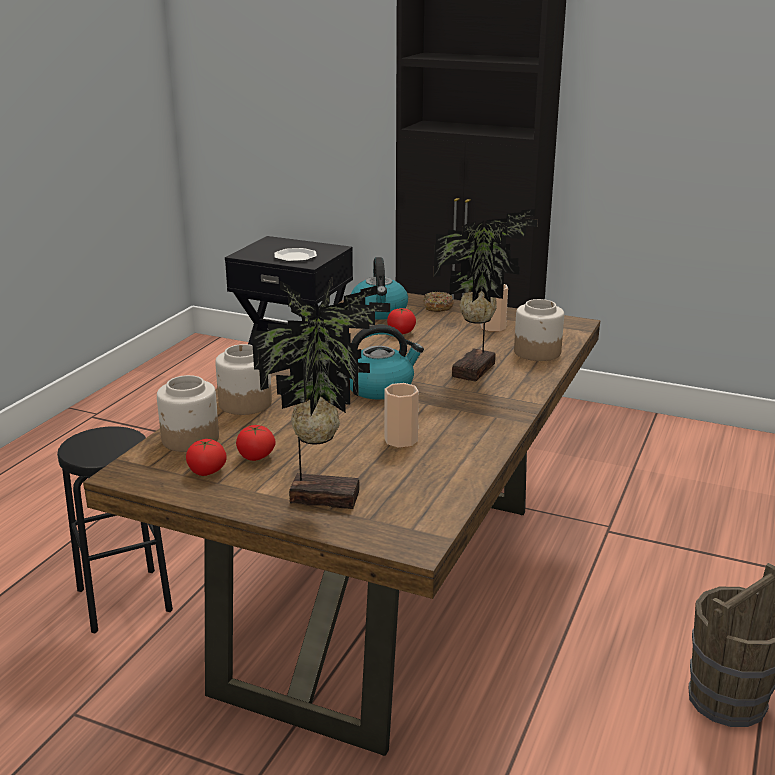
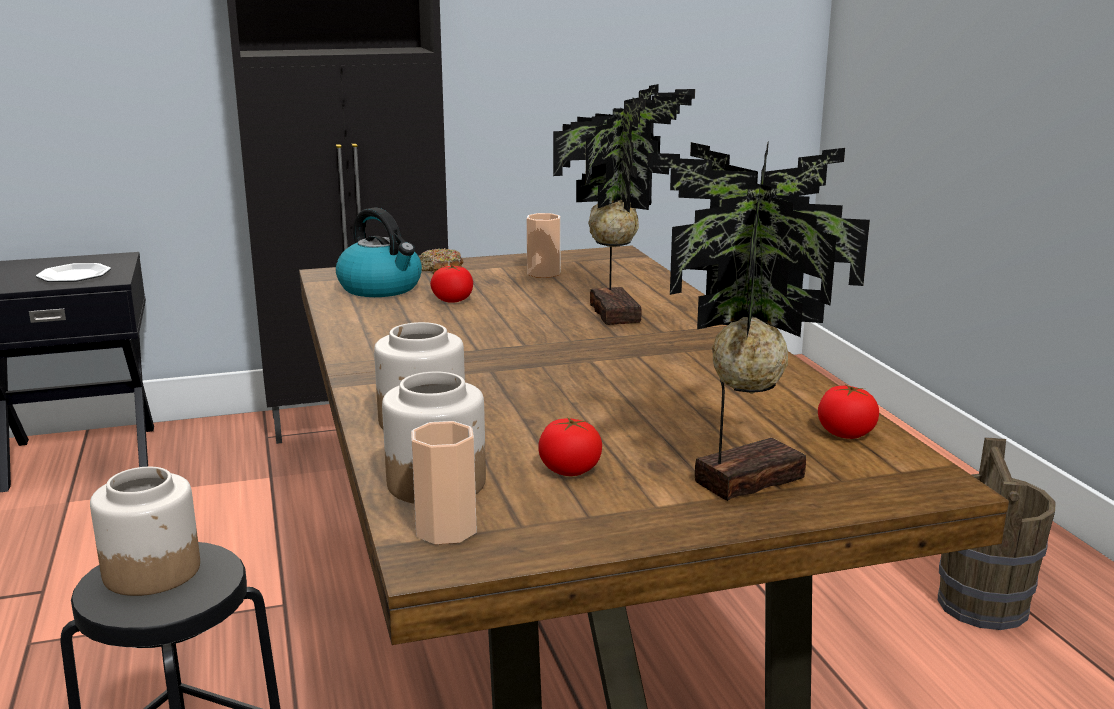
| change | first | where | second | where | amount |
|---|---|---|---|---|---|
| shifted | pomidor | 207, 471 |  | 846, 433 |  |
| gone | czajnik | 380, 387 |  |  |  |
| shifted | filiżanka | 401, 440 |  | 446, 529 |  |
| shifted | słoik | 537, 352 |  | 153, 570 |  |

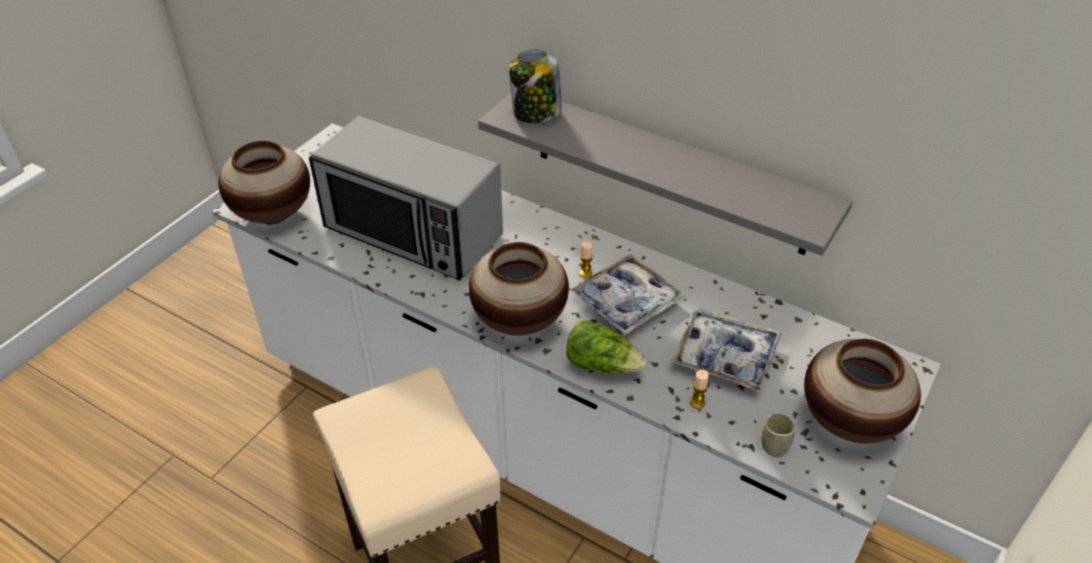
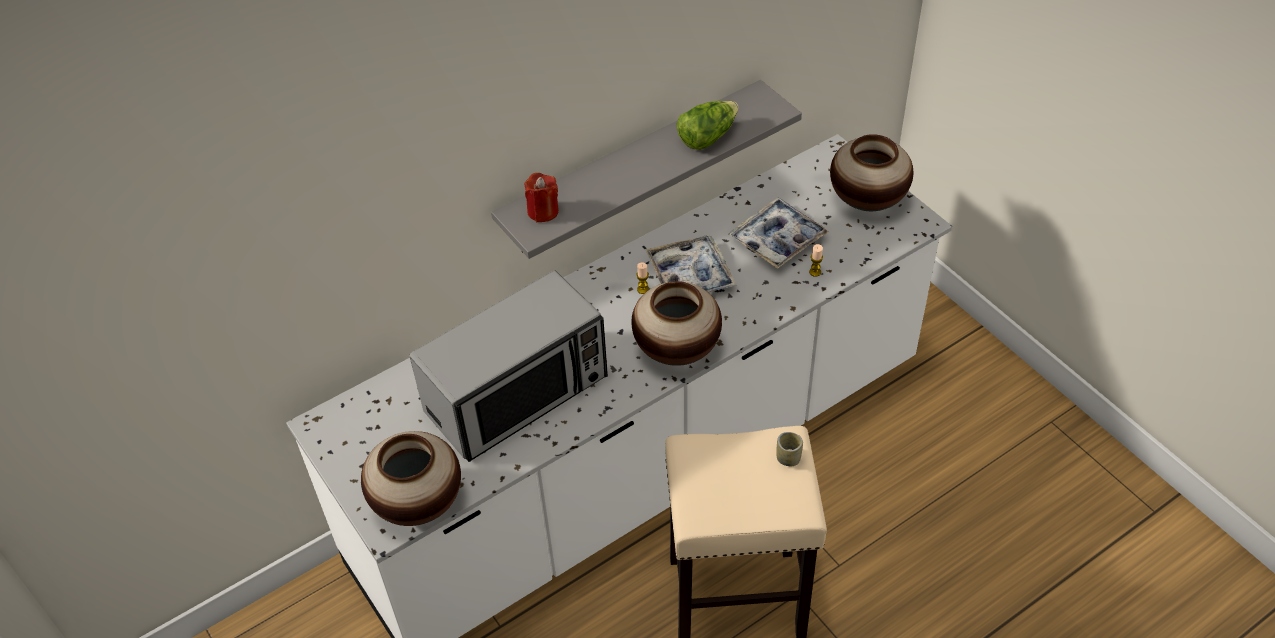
| change | first | where | second | where | amount |
|---|---|---|---|---|---|
| swapped | słoik | 536, 113 | świeca [czerwony] | 543, 211 |  |
| shifted | sałata | 602, 364 |  | 707, 136 |  |
| shifted | filiżanka | 774, 446 |  | 788, 458 |  |

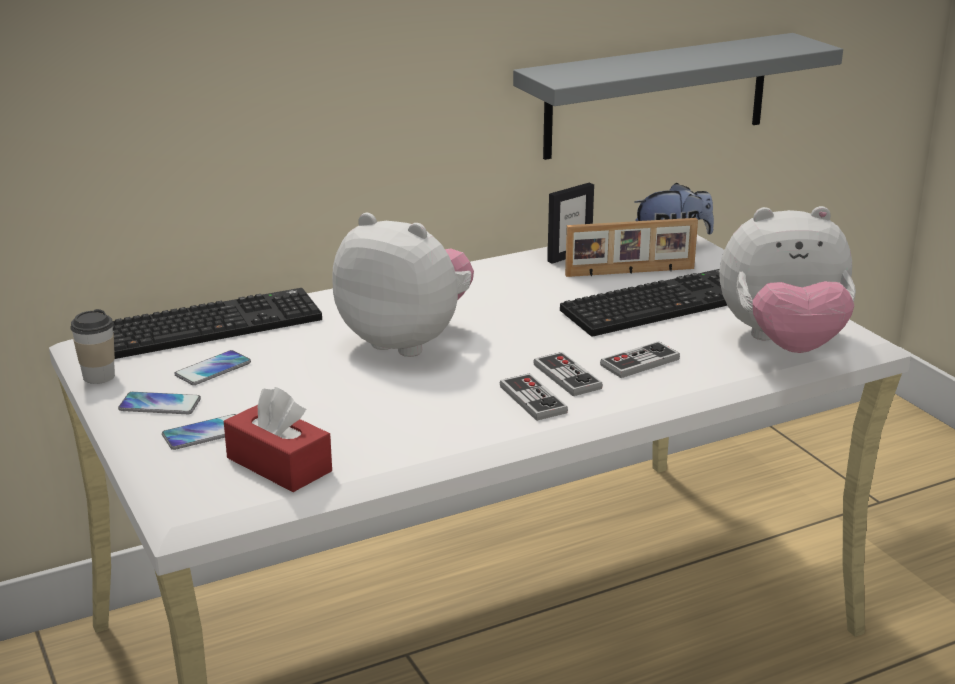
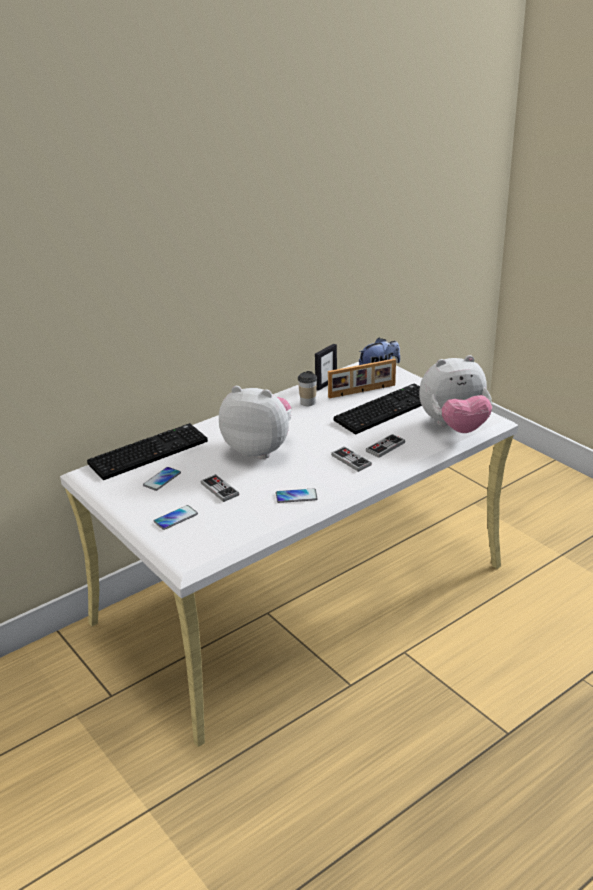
| change | first | where | second | where | amount |
|---|---|---|---|---|---|
| shifted | filiżanka | 99, 376 |  | 308, 402 |  |
| shifted | telefon | 160, 405 |  | 296, 496 |  |
| gone | pudełko chusteczek [czerwony] | 279, 464 |  |  |  |
| shifted | pad do gier | 533, 399 |  | 219, 489 |  |
| gone | półka [szary] | 657, 95 |  |  |  |

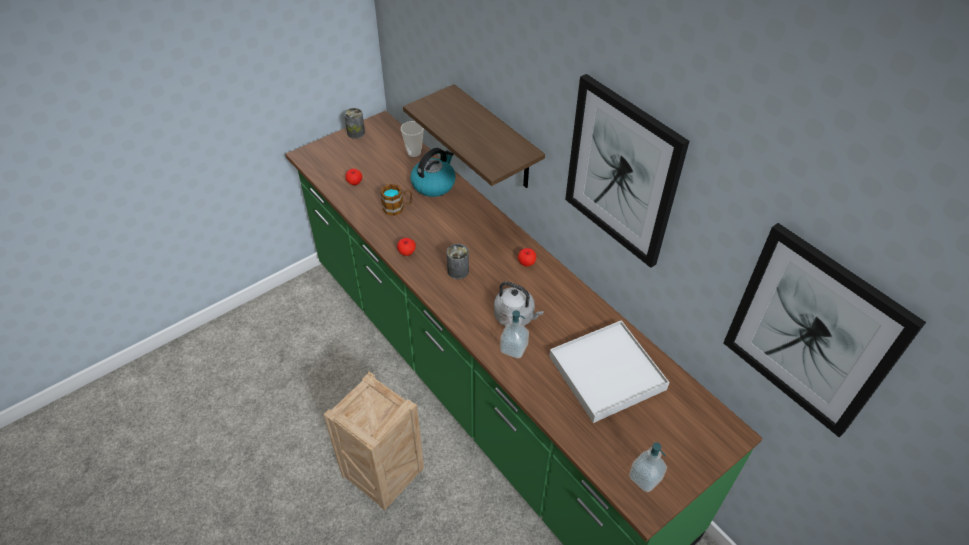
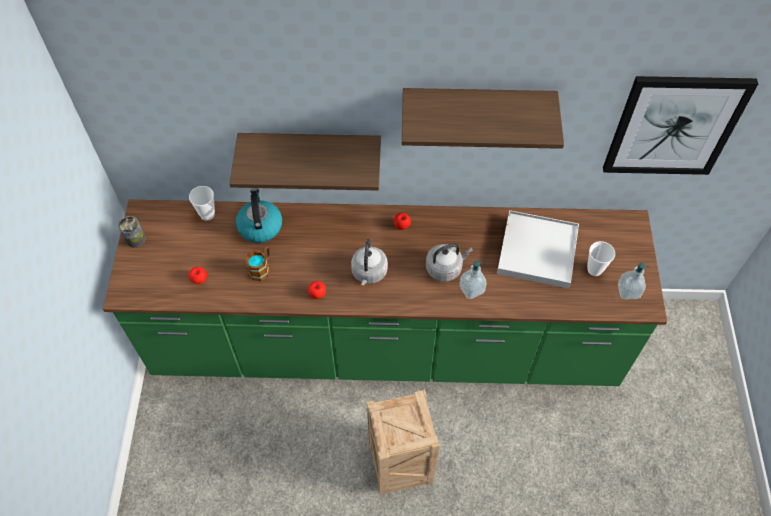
| change | first | where | second | where | amount |
|---|---|---|---|---|---|
| swapped | puszka | 458, 271 | czajnik [szary] | 369, 273 |  |
| swapped | obraz | 622, 172 | półka | 477, 110 |  |
| new |  |  | filiżanka | 594, 270 |  |

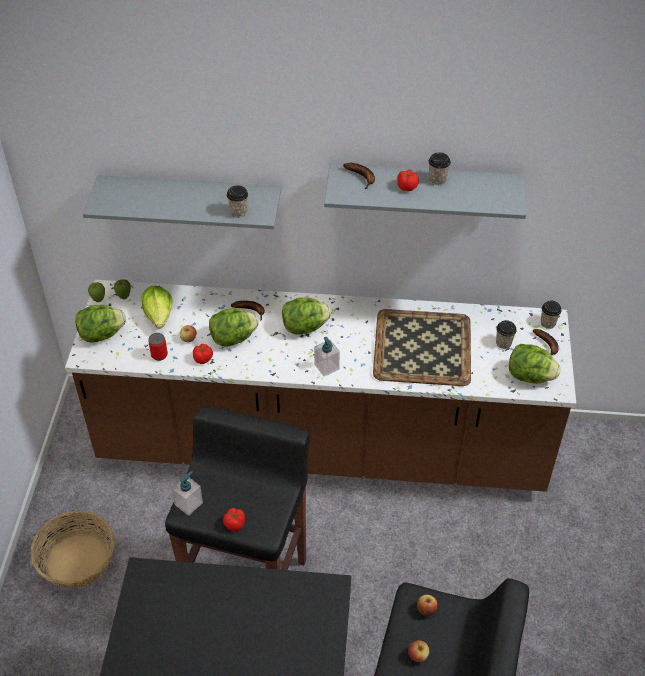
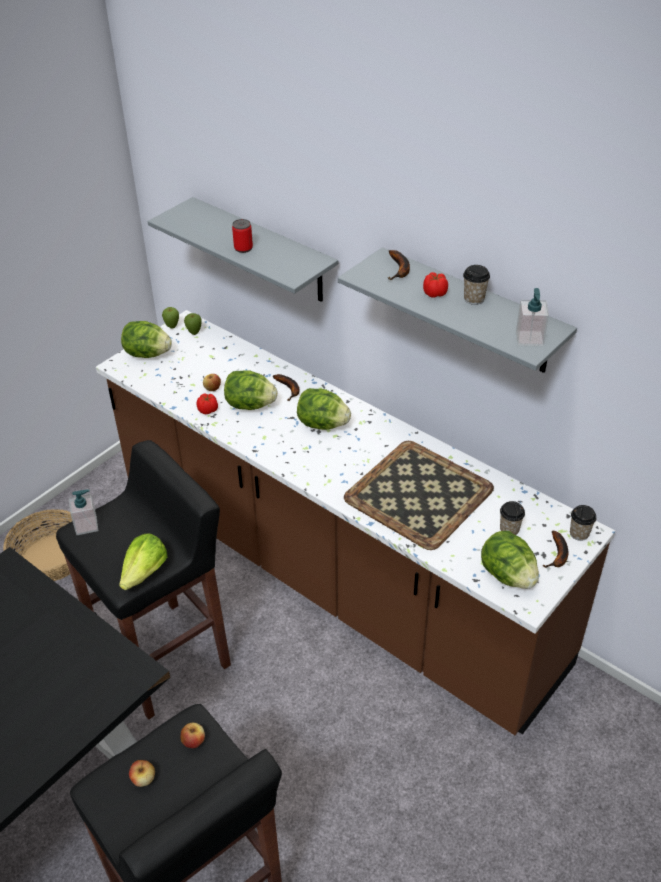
| change | first | where | second | where | amount |
|---|---|---|---|---|---|
| shifted | sałata | 159, 316 |  | 145, 573 |  |
| shifted | puszka | 159, 355 |  | 243, 248 |  |
| gone | pomidor | 235, 524 |  |  |  |
| gone | filiżanka | 238, 212 |  |  |  |
| shifted | dozownik mydła | 327, 367 |  | 529, 338 |  |

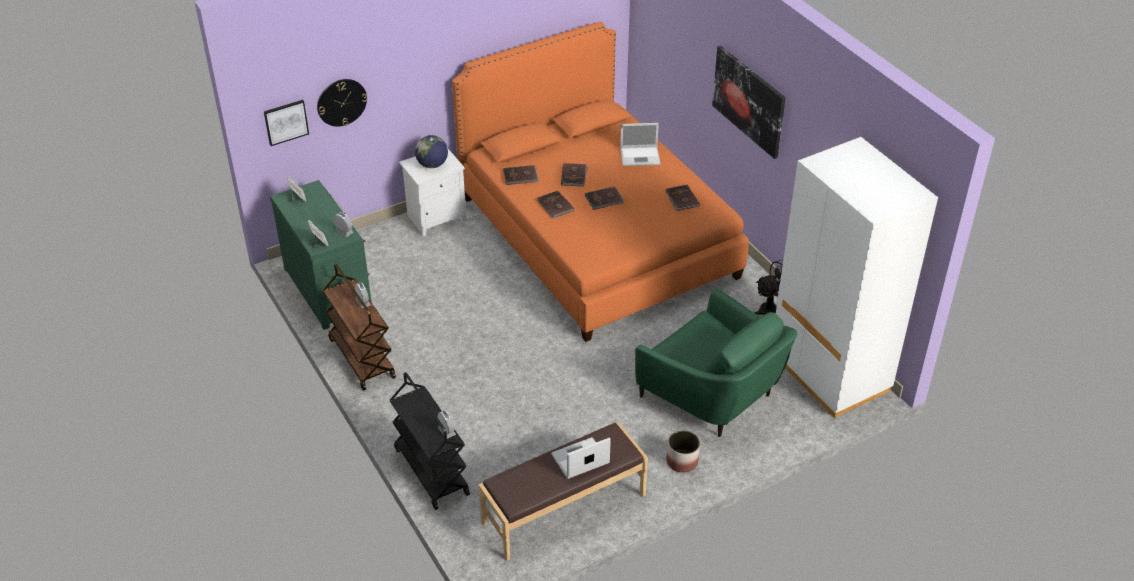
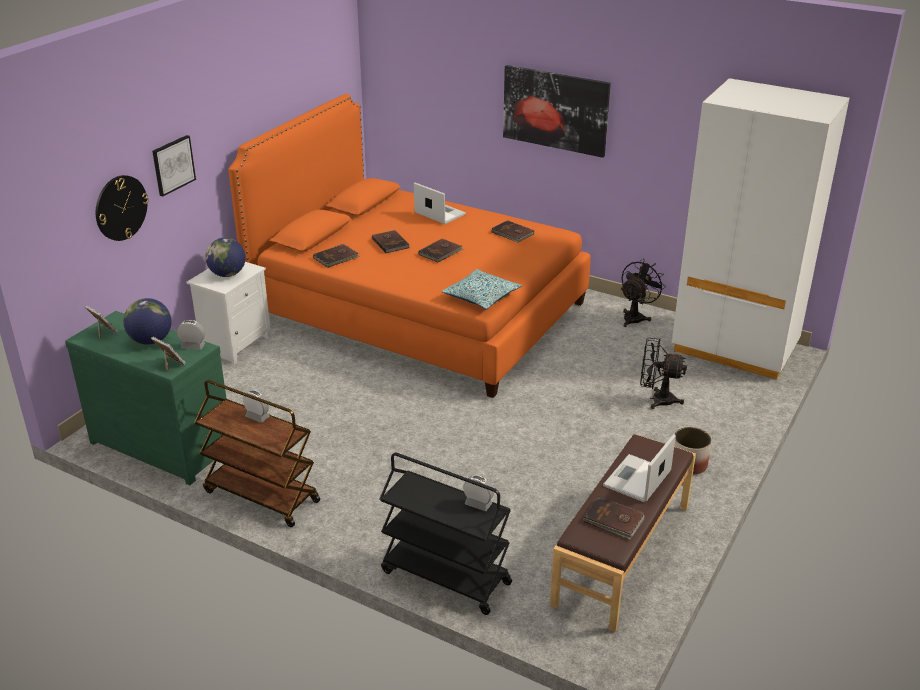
| change | first | where | second | where | amount |
|---|---|---|---|---|---|
| shifted | obraz | 286, 122 |  | 173, 165 |  |
| shifted | książka [brązowy] | 555, 206 |  | 613, 520 |  |
| rotated | laptop | 641, 156 |  | 439, 213 | 105 degrees counterclockwise |
| swapped | fotel [zielony] | 713, 395 | wentylator [czarny] | 656, 399 |  |
| new |  |  | globus | 151, 341 |  |
| new |  |  | poduszka | 481, 296 |  |

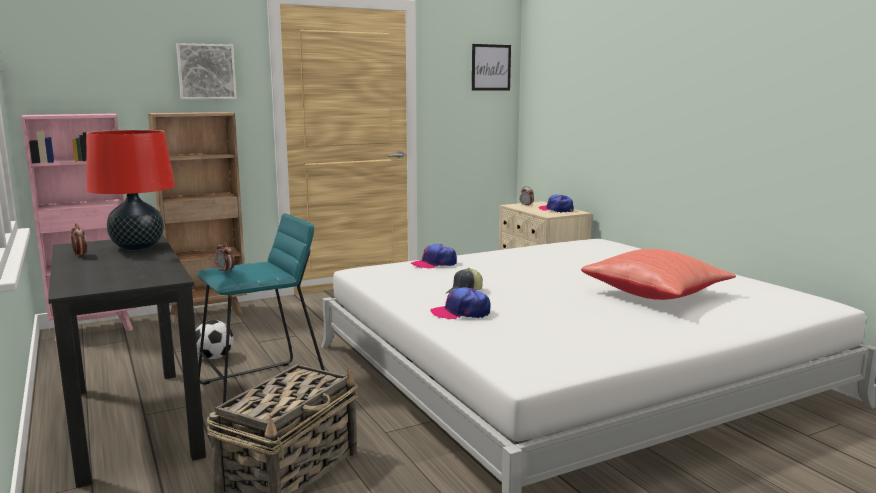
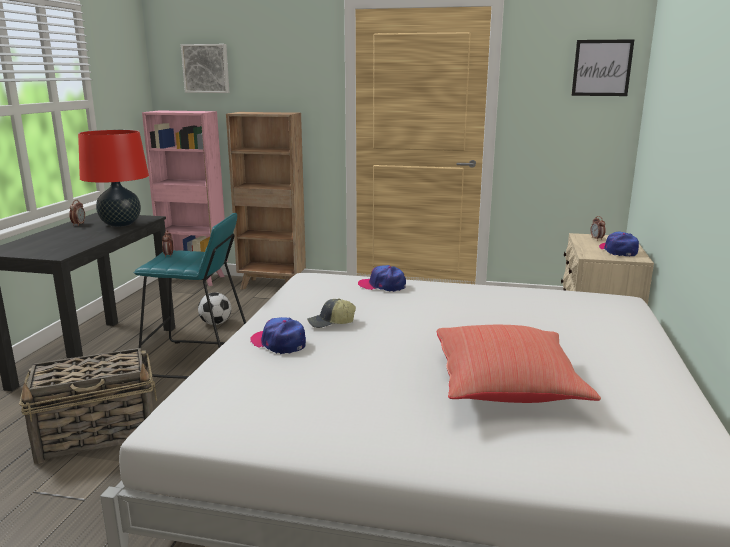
| change | first | where | second | where | amount |
|---|---|---|---|---|---|
| shifted | obraz | 206, 71 |  | 206, 68 |  |

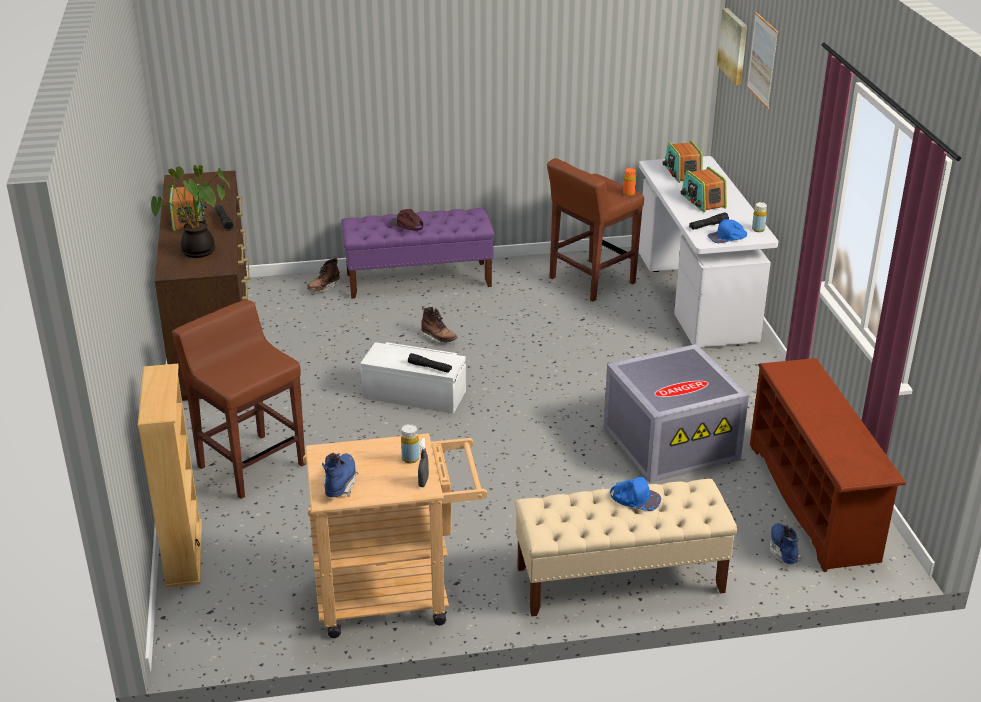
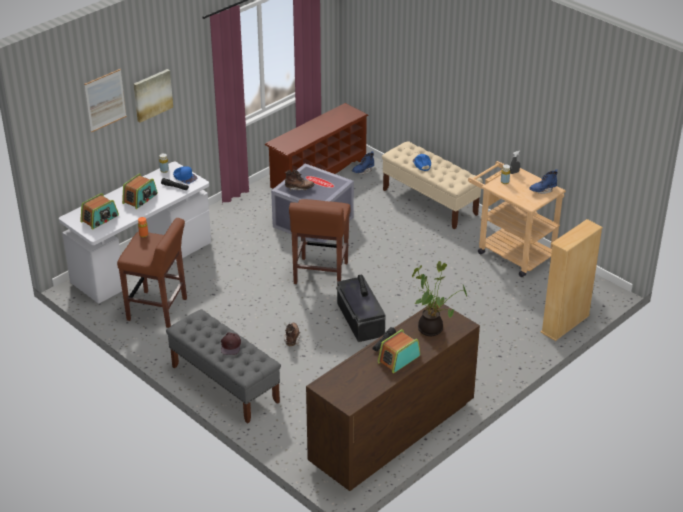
| change | first | where | second | where | amount |
|---|---|---|---|---|---|
| shifted | stołek [brązowy] | 250, 465 |  | 320, 274 |  |
| shifted | but z cholewką [brązowy] | 324, 288 |  | 299, 188 |  |
| repainted | ławka [fioletowy] | 419, 280 | ławka [szary] | 224, 384 |  |
| repainted | pojemnik do przechowywania [biały] | 414, 394 | pojemnik do przechowywania [czarny] | 359, 319 |  |
| shifted | obraz | 734, 46 |  | 152, 95 |  |

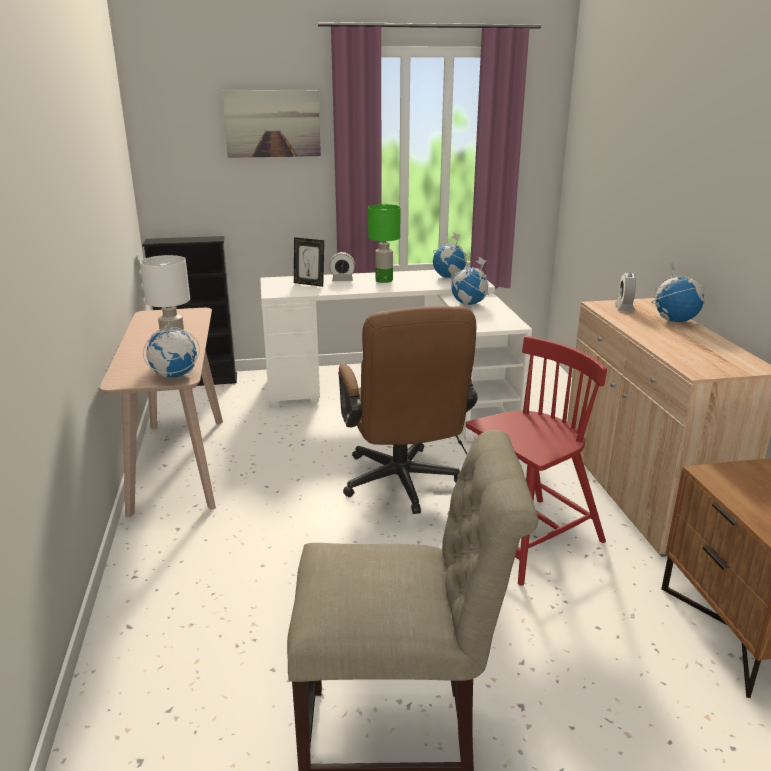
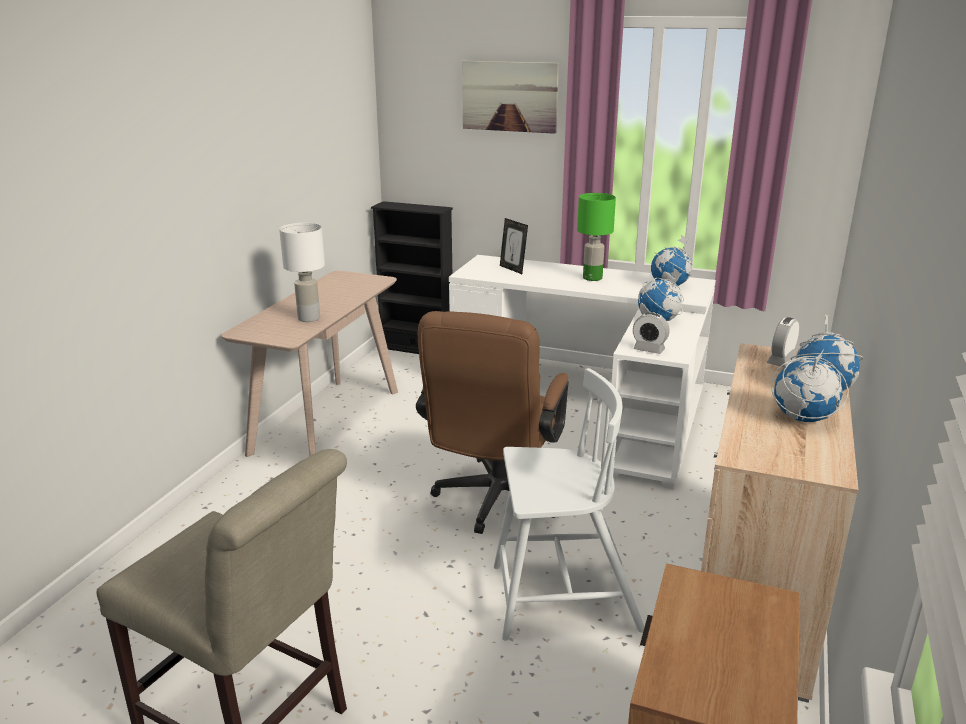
| change | first | where | second | where | amount |
|---|---|---|---|---|---|
| shifted | globus | 174, 376 |  | 802, 419 |  |
| shifted | budzik | 342, 280 |  | 649, 349 |  |
| repainted | krzesło [czerwony] | 528, 540 | krzesło [biały] | 561, 599 |  |

